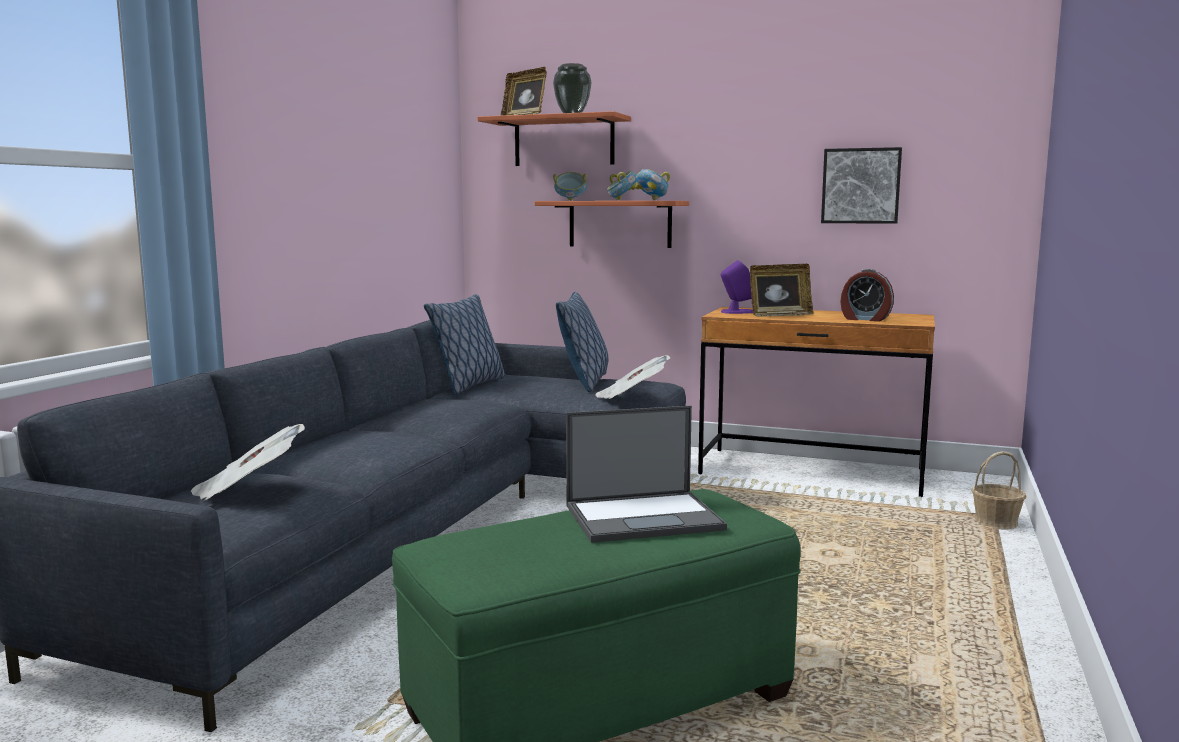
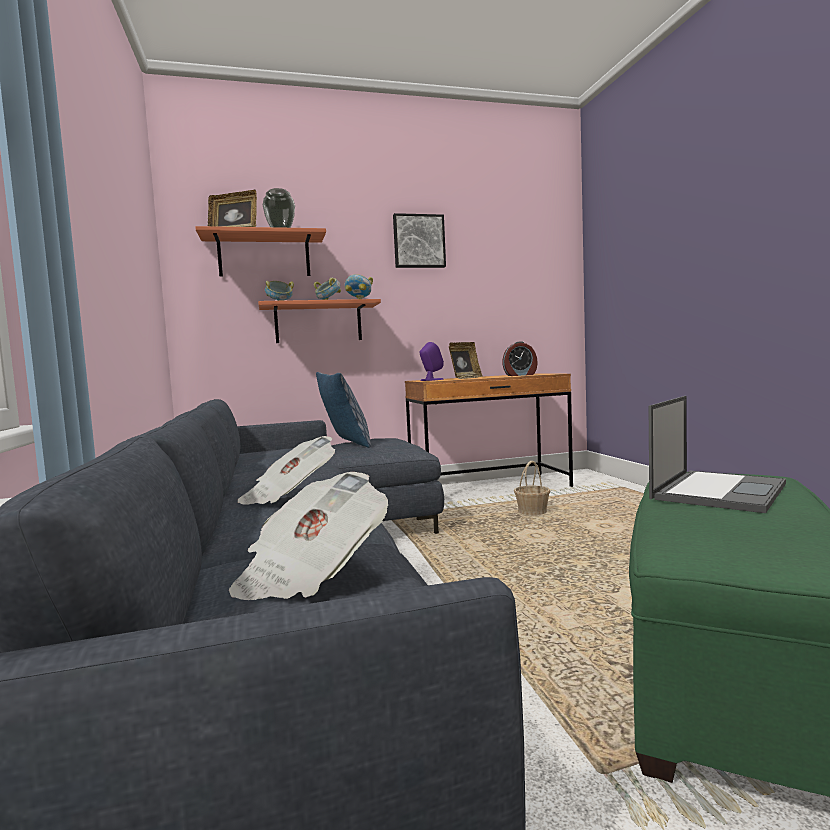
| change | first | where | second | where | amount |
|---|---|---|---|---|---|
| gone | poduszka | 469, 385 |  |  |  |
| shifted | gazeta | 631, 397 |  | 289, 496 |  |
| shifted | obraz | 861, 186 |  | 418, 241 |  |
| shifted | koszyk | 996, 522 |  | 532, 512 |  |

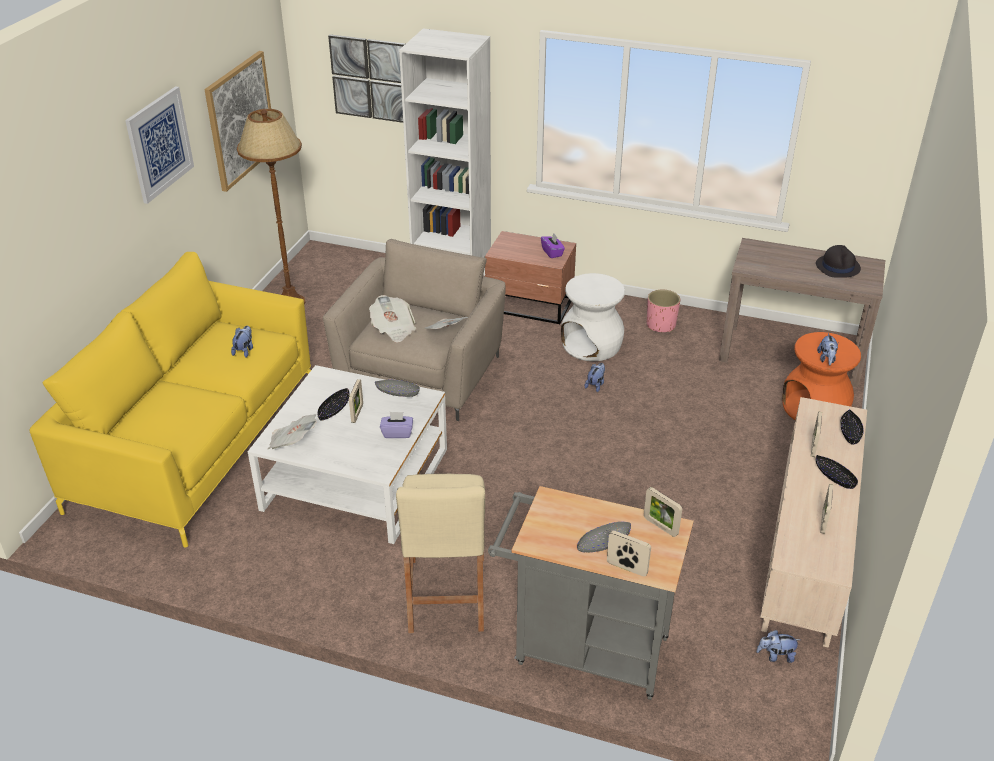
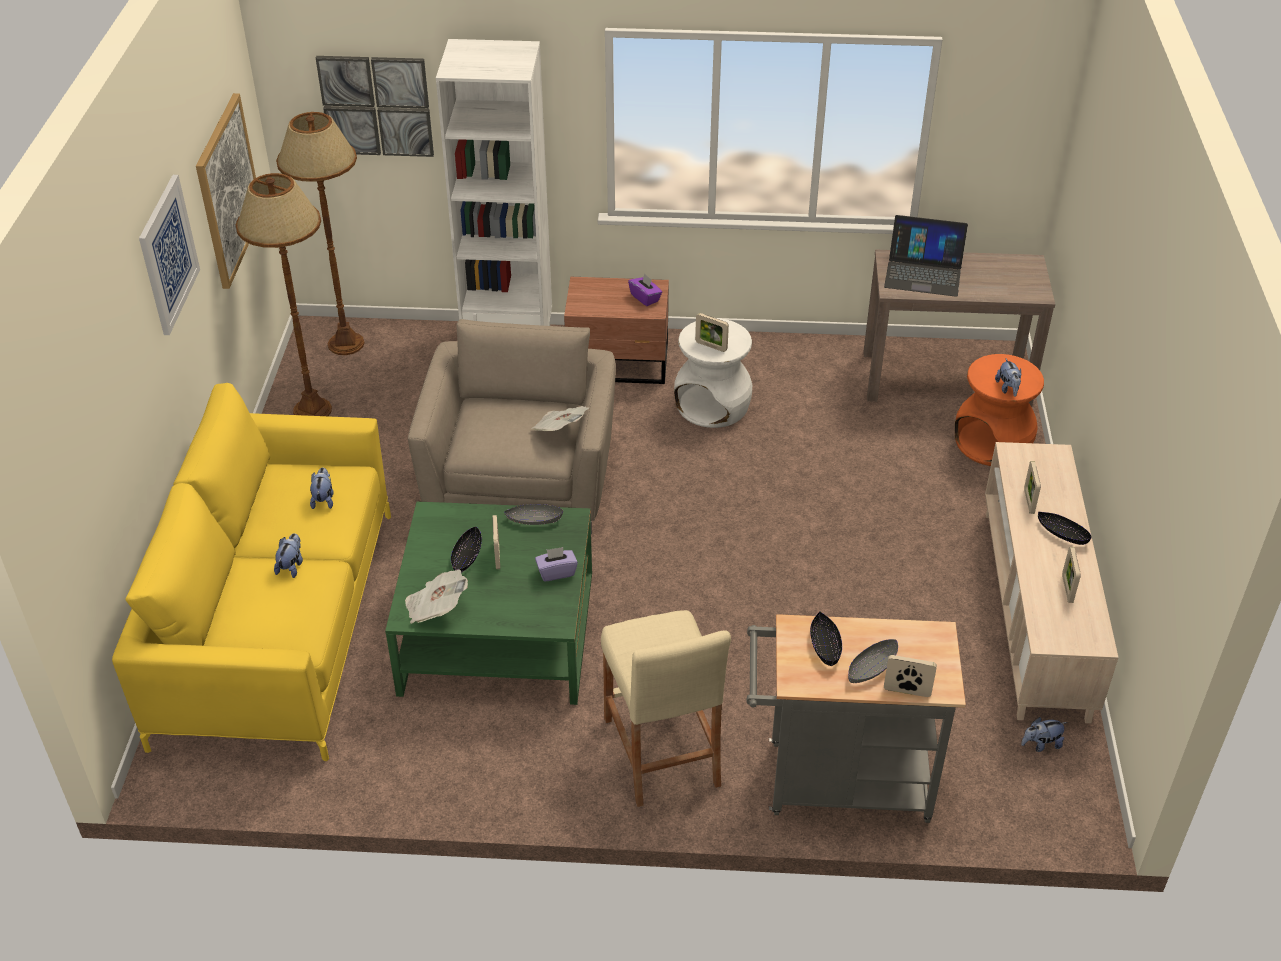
| change | first | where | second | where | amount |
|---|---|---|---|---|---|
| repainted | ława [biały] | 356, 479 | ława [zielony] | 497, 632 |  |
| gone | gazeta | 393, 329 |  |  |  |
| shifted | pluszak | 595, 385 |  | 291, 566 |  |
| shifted | ramka na zdjęcie | 660, 526 |  | 711, 346 |  |
| gone | donica [różowy] | 661, 325 |  |  |  |
| gone | kapelusz [czarny] | 837, 266 |  |  |  |
| shifted | miska [czarny] | 850, 432 |  | 825, 645 |  |
| new |  |  | lampa stojąca [brązowy] | 345, 344 |  |
| new |  |  | laptop | 923, 273 |  |

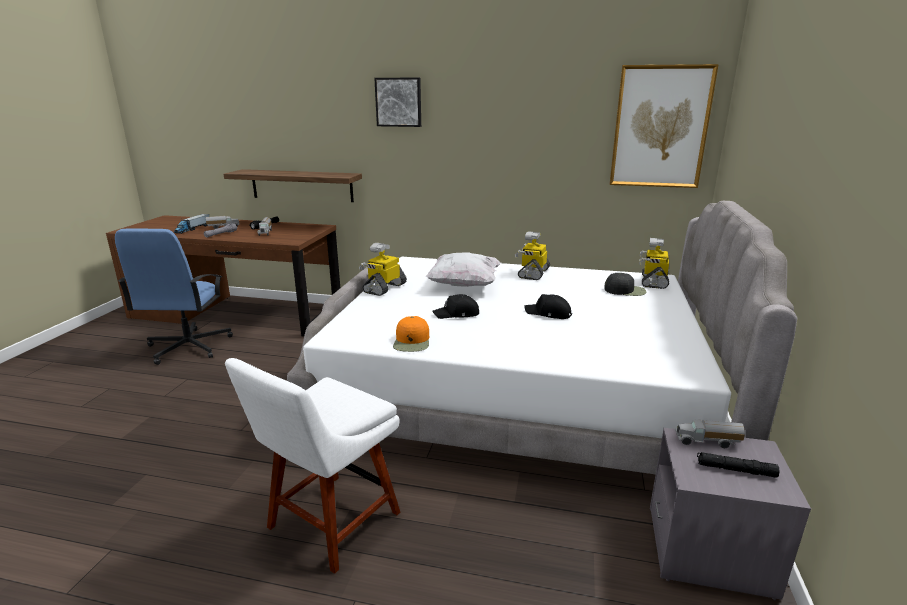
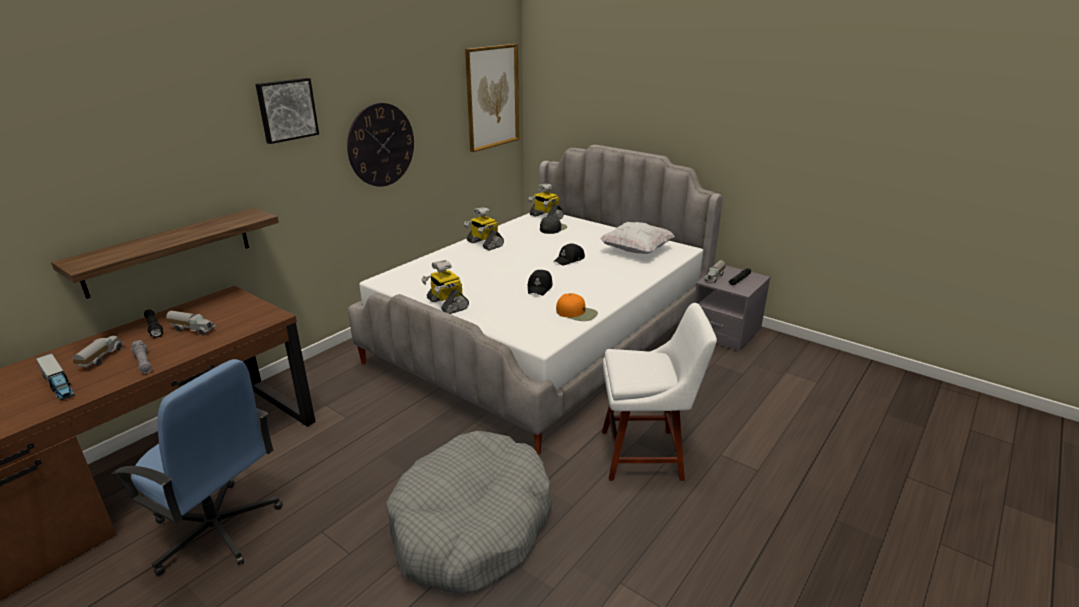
| change | first | where | second | where | amount |
|---|---|---|---|---|---|
| rotated | krzesło [biały] | 329, 524 |  | 646, 454 | 60 degrees counterclockwise |
| shifted | poduszka [biały] | 464, 285 |  | 636, 251 |  |
| new |  |  | zegar ścienny | 381, 145 |  |
| new |  |  | legowisko [szary] | 471, 525 |  |

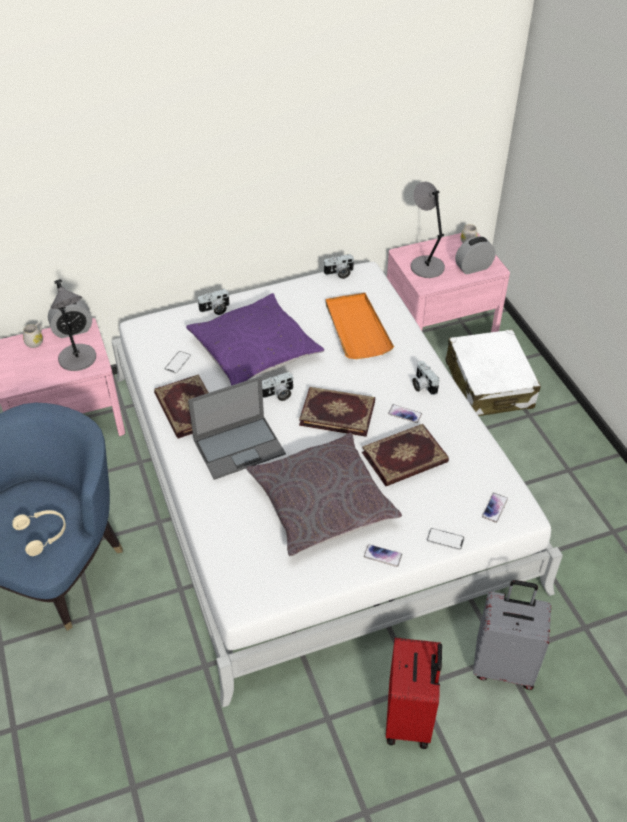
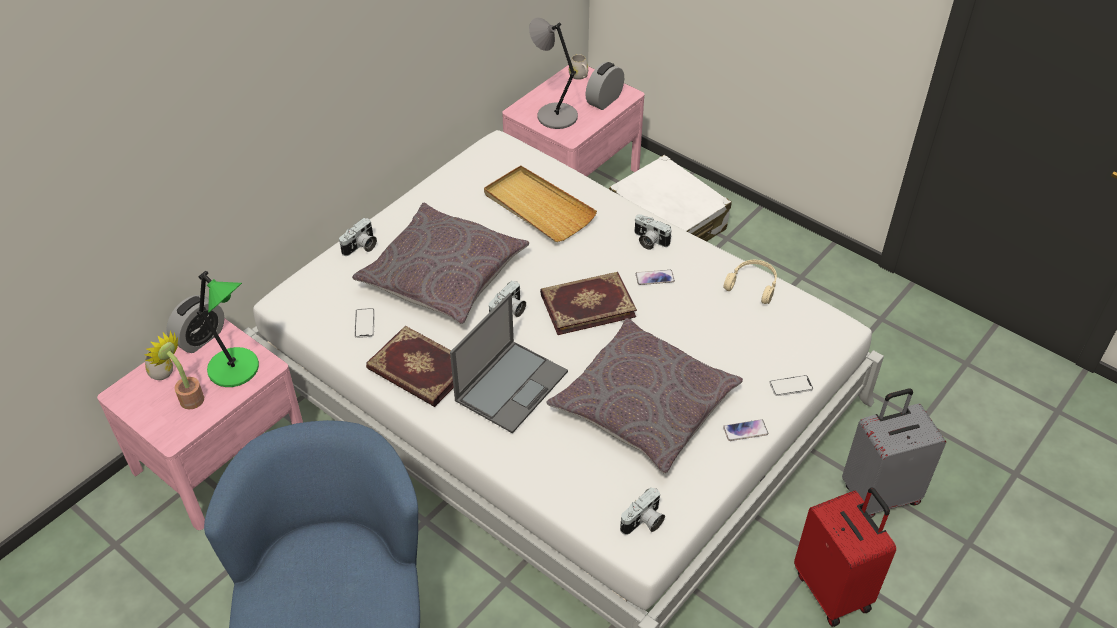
| change | first | where | second | where | amount |
|---|---|---|---|---|---|
| shifted | słuchawki [beżowy] | 43, 533 |  | 753, 285 |  |
| repainted | lampa stołowa [szary] | 78, 359 | lampa stołowa [zielony] | 236, 369 |  |
| repainted | poduszka [fioletowy] | 255, 350 | poduszka [szary] | 443, 274 |  |
| shifted | aparat fotograficzny | 339, 273 |  | 644, 522 |  |
| repainted | taca [pomarańczowy] | 356, 328 | taca [beżowy] | 538, 207 |  |
| gone | książka | 405, 458 |  |  |  |
| gone | telefon | 494, 508 |  |  |  |
| new |  |  | roślina doniczkowa | 188, 397 |  |

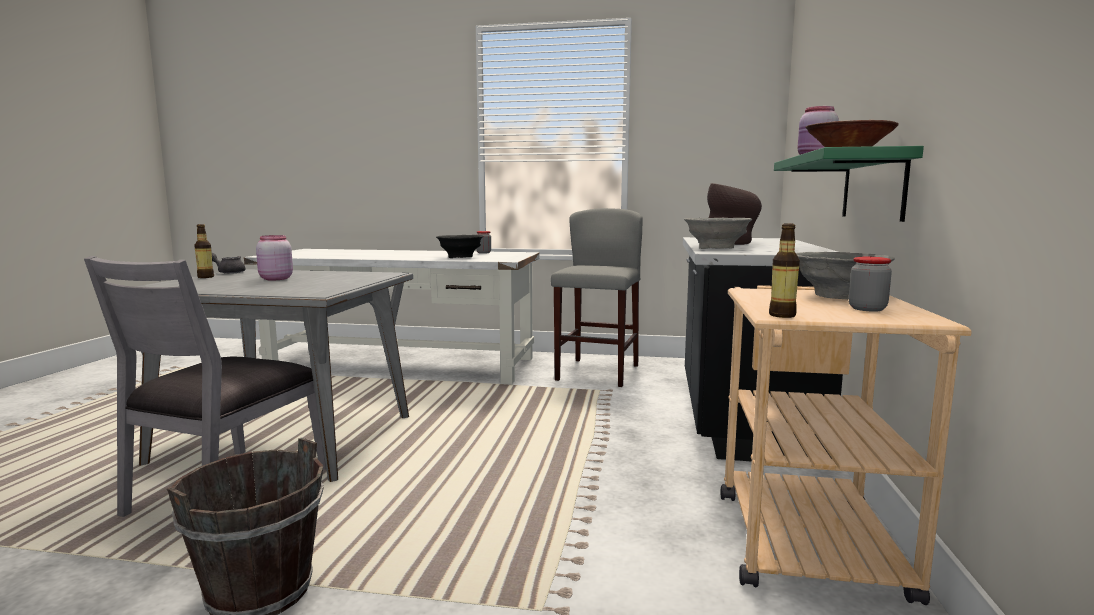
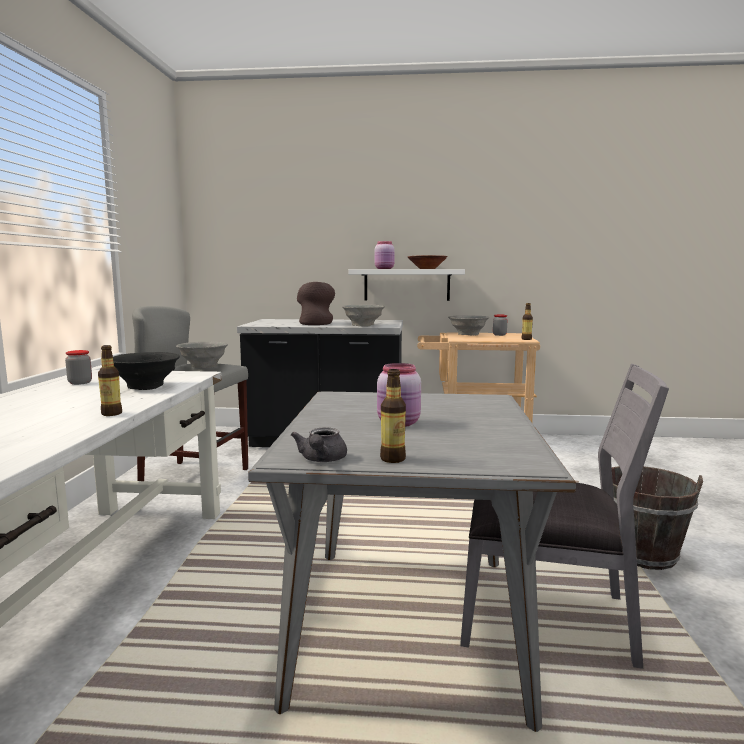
| change | first | where | second | where | amount |
|---|---|---|---|---|---|
| repainted | półka [zielony] | 873, 187 | półka [biały] | 407, 285 |  |
| new |  |  | butelka | 112, 414 |  |
| new |  |  | miska [szary] | 203, 366 |  |

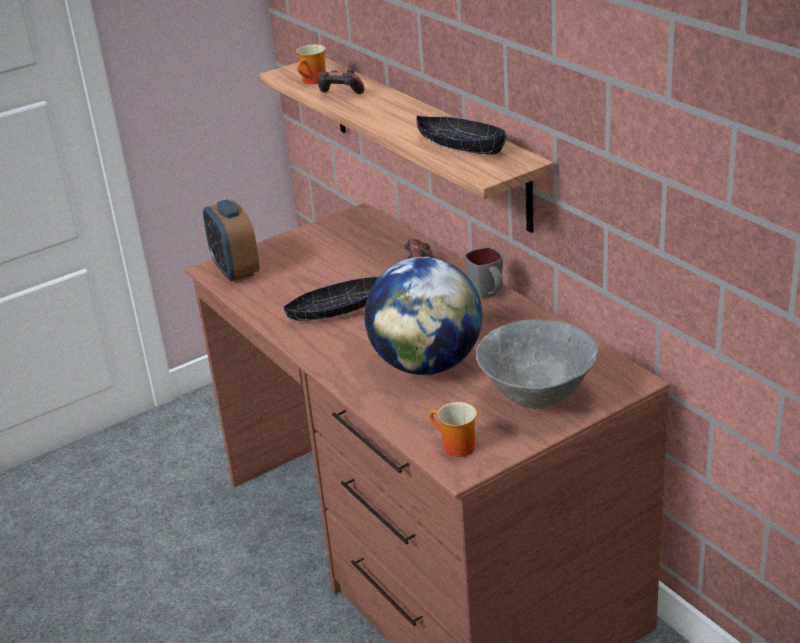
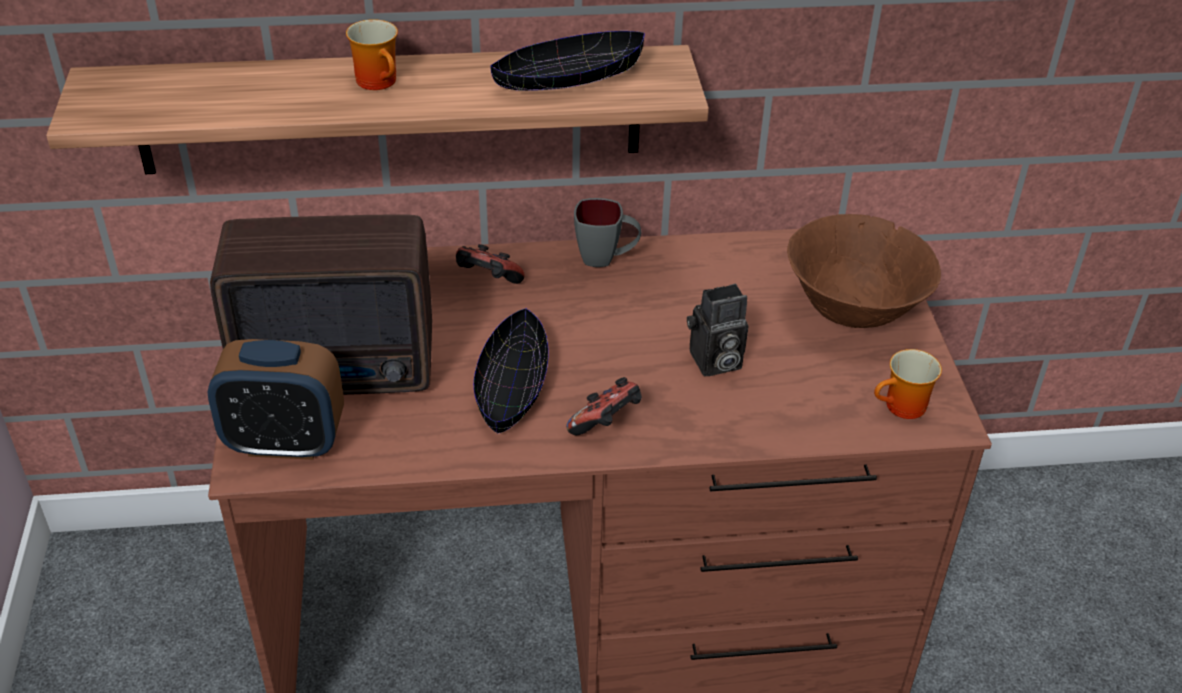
| change | first | where | second | where | amount |
|---|---|---|---|---|---|
| shifted | kubek | 314, 81 |  | 381, 81 |  |
| shifted | pad do gier | 340, 96 |  | 607, 424 |  |
| swapped | globus | 427, 364 | aparat fotograficzny | 714, 363 |  |
| repainted | miska [szary] | 537, 398 | miska [brązowy] | 852, 313 |  |
| new |  |  | radio | 341, 371 |  |

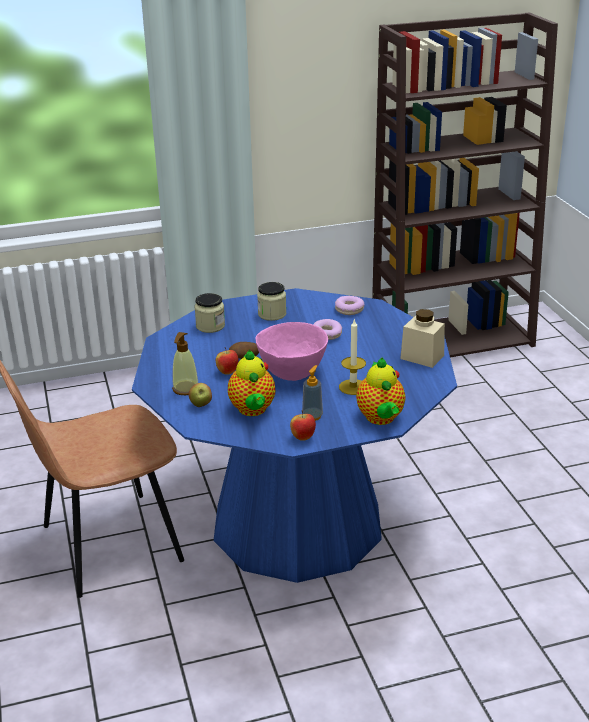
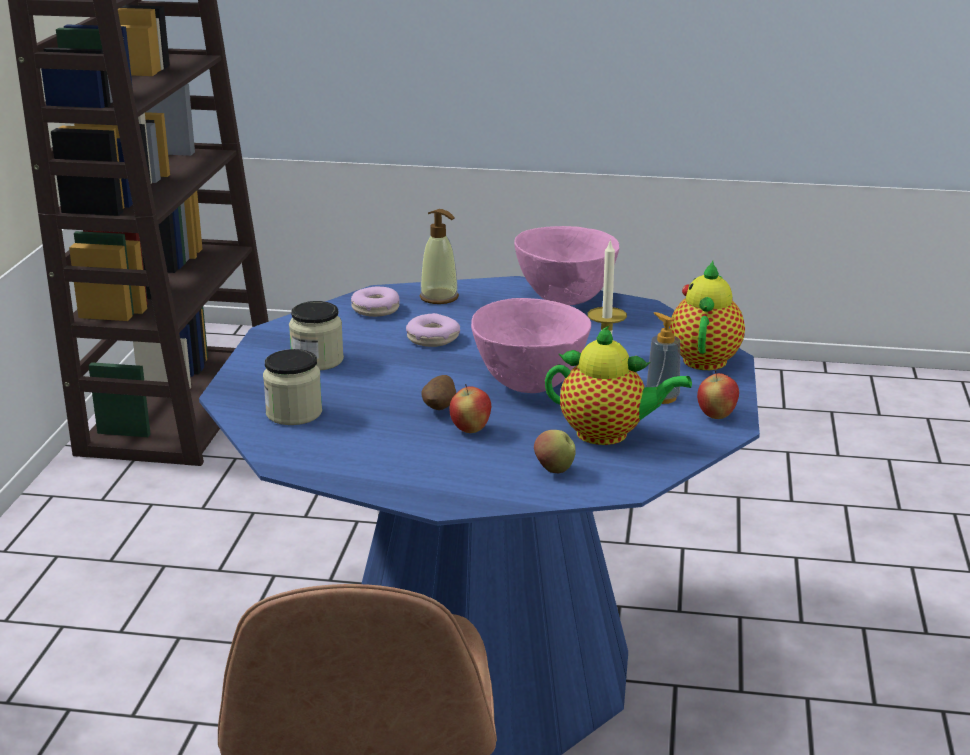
| change | first | where | second | where | amount |
|---|---|---|---|---|---|
| shifted | dozownik mydła | 185, 389 |  | 439, 298 |  |
| rotated | imbryk | 381, 419 |  | 705, 358 | 90 degrees counterclockwise |
| swapped | słoik [beżowy] | 422, 357 | miska [różowy] | 566, 300 |  |

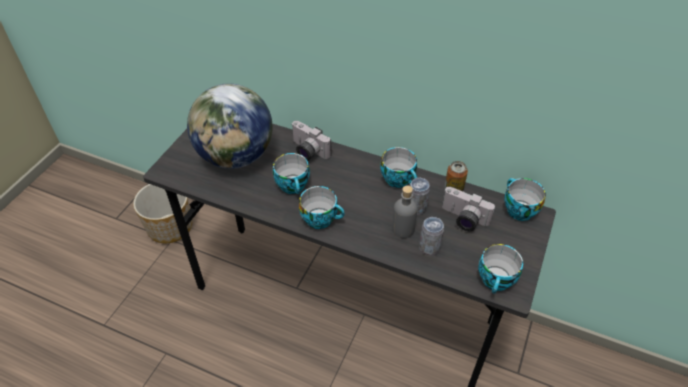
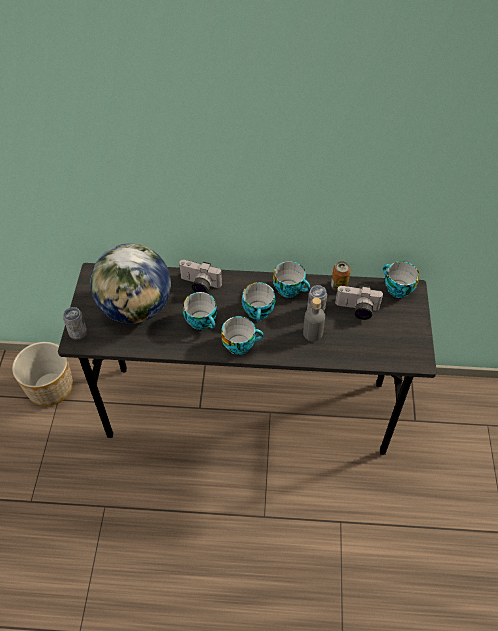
| change | first | where | second | where | amount |
|---|---|---|---|---|---|
| shifted | puszka | 429, 247 |  | 78, 332 |  |
| shifted | filiżanka | 496, 281 |  | 259, 312 |  |

